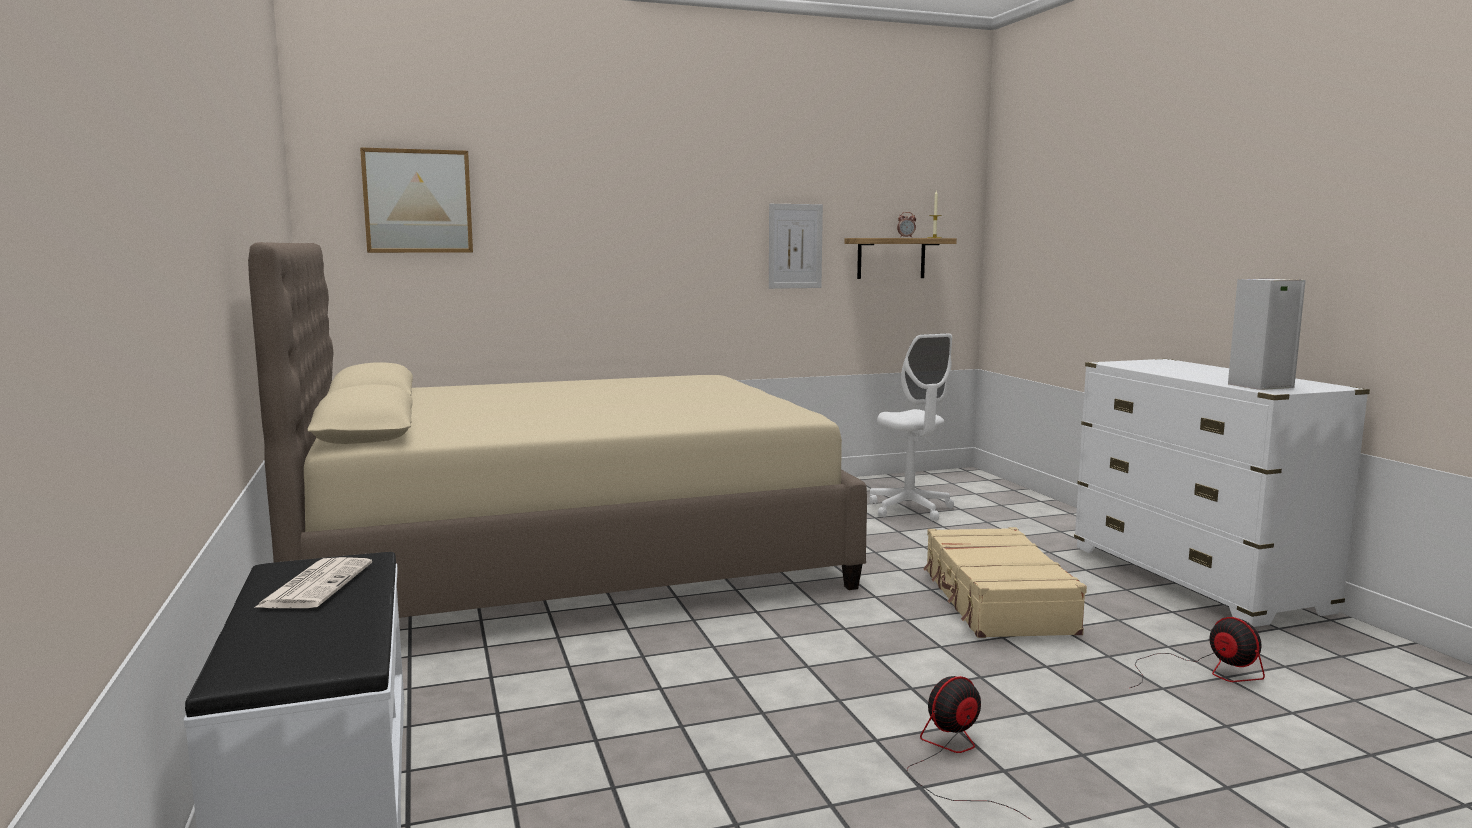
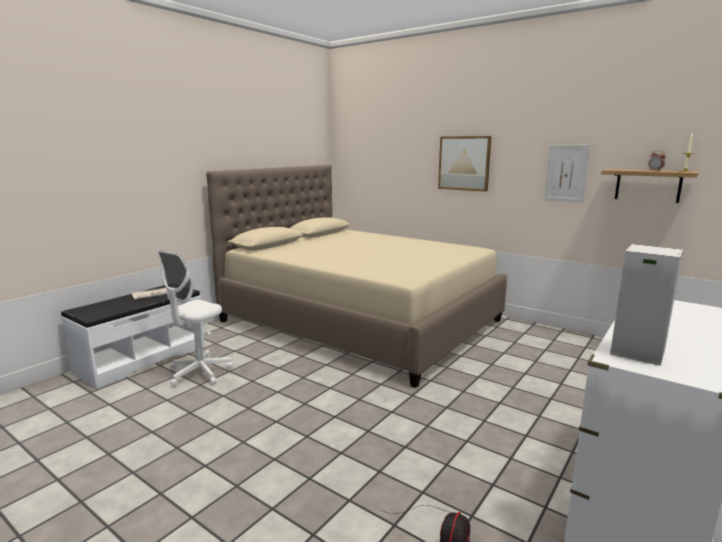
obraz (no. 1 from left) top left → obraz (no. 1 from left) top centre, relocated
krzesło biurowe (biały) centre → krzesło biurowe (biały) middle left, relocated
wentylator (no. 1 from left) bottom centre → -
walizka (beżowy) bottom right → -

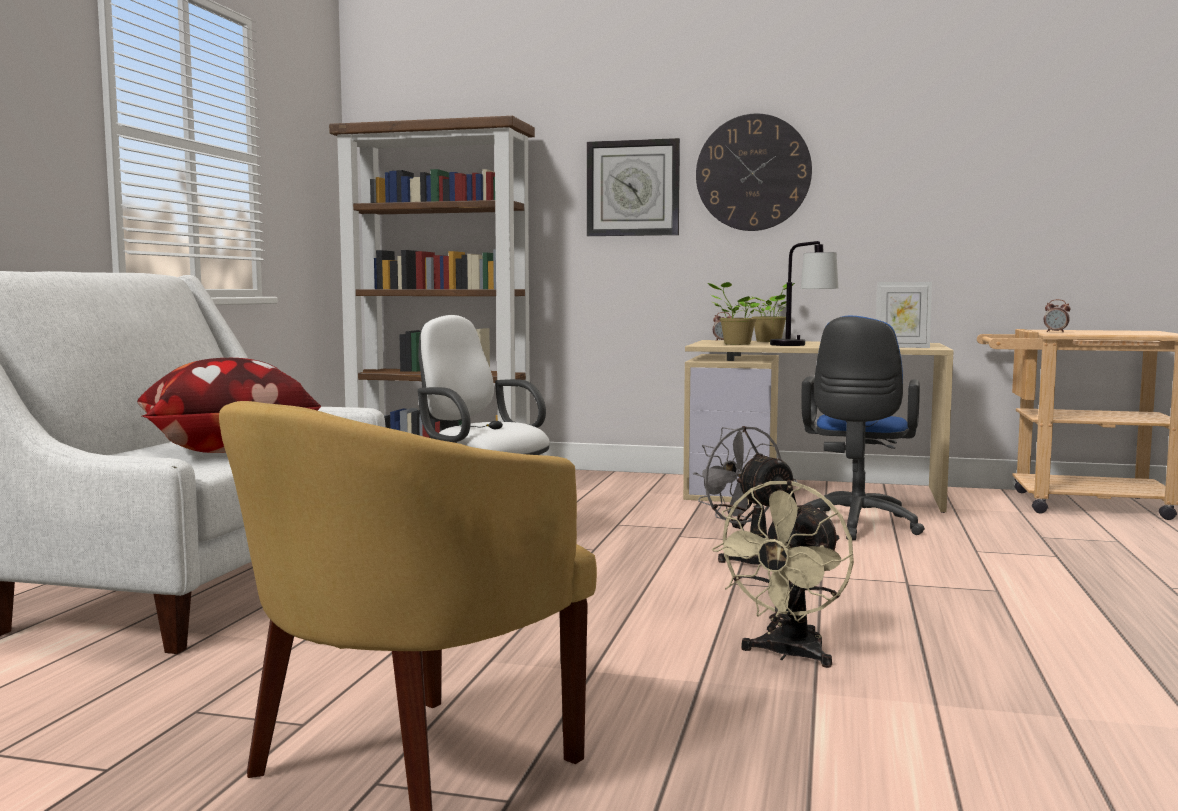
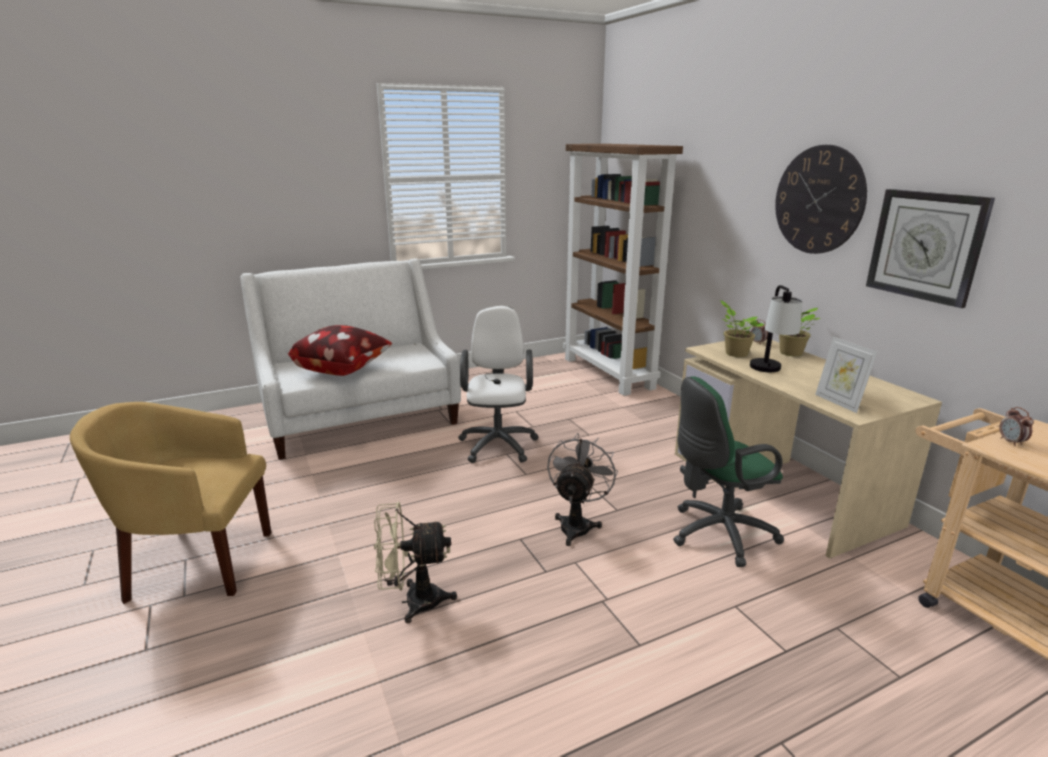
zegar ścienny (no. 1 from left in the first image) top centre → zegar ścienny (no. 2 from left) top right, relocated
krzesło biurowe (niebieski) middle right → krzesło biurowe (zielony) middle right

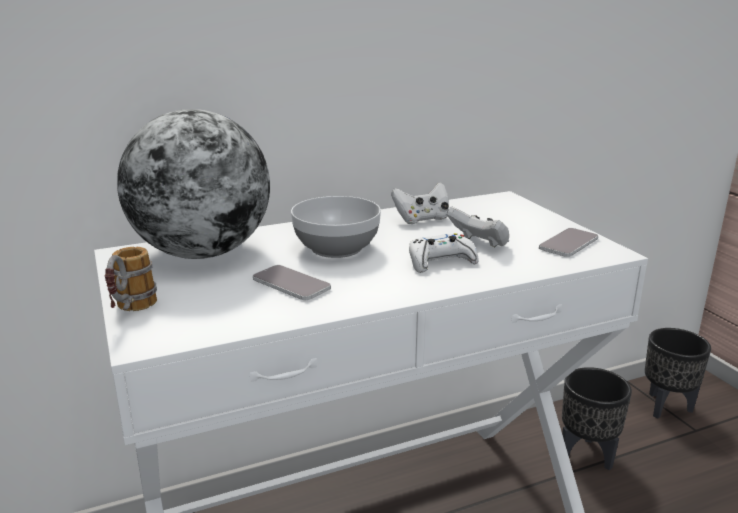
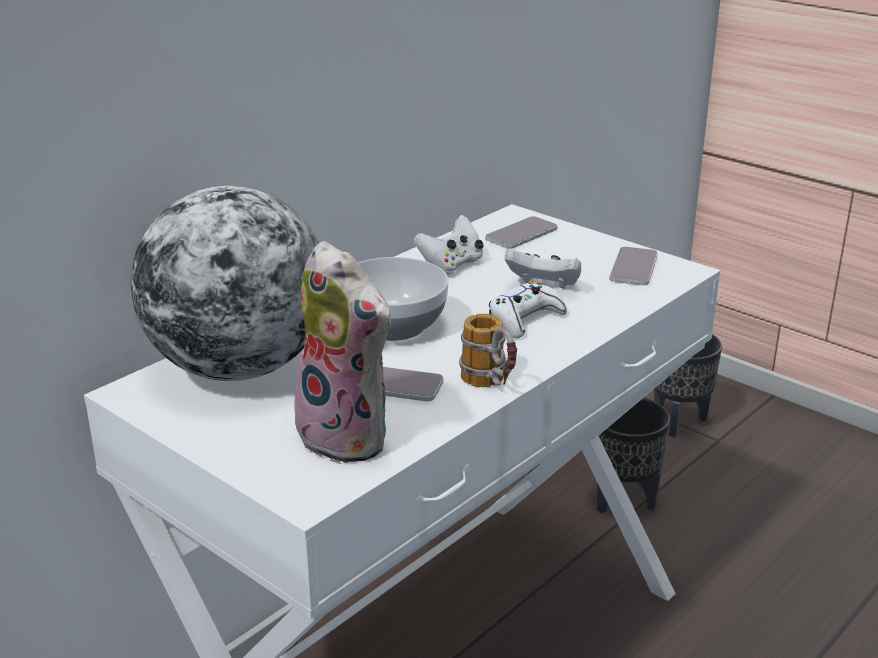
kubek middle left → kubek centre, relocated
- → pluszak centre
- → telefon (no. 2 from left) centre

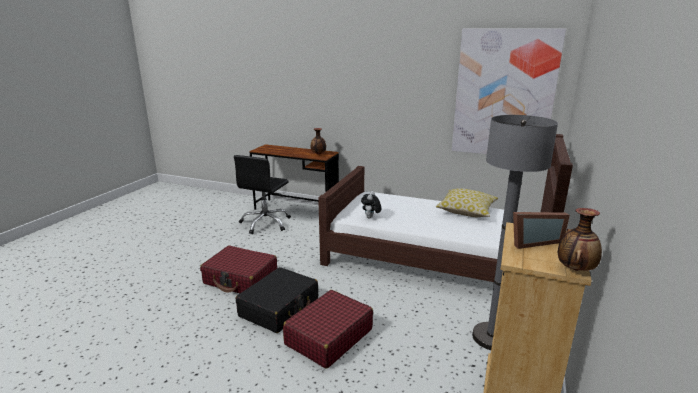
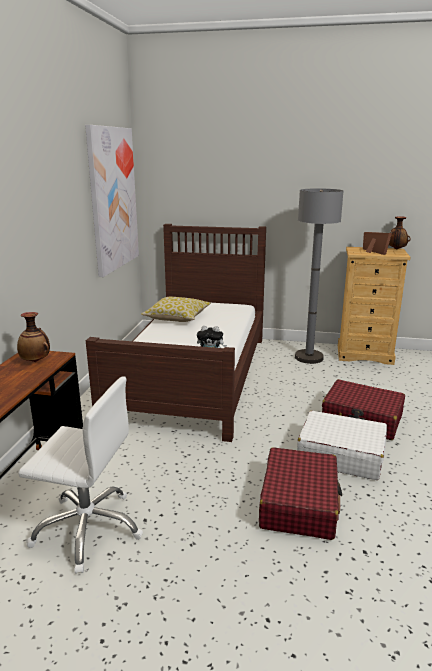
krzesło biurowe (czarny) centre → krzesło biurowe (biały) bottom left
walizka (czarny) bottom centre → walizka (biały) middle right

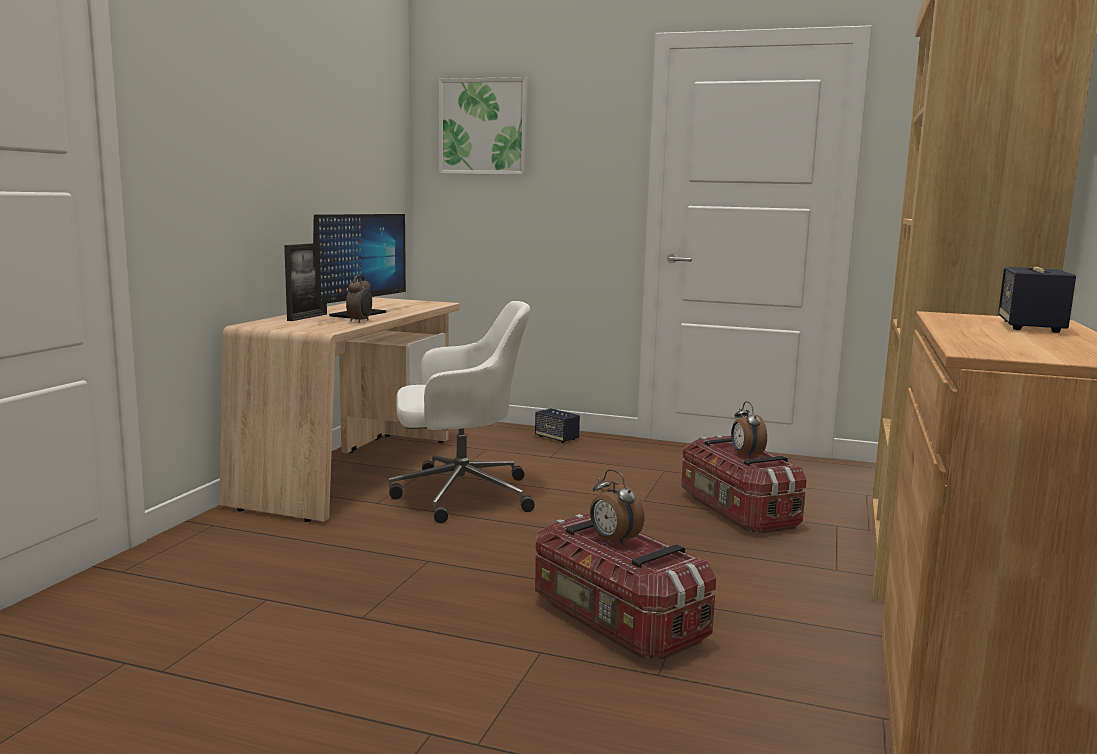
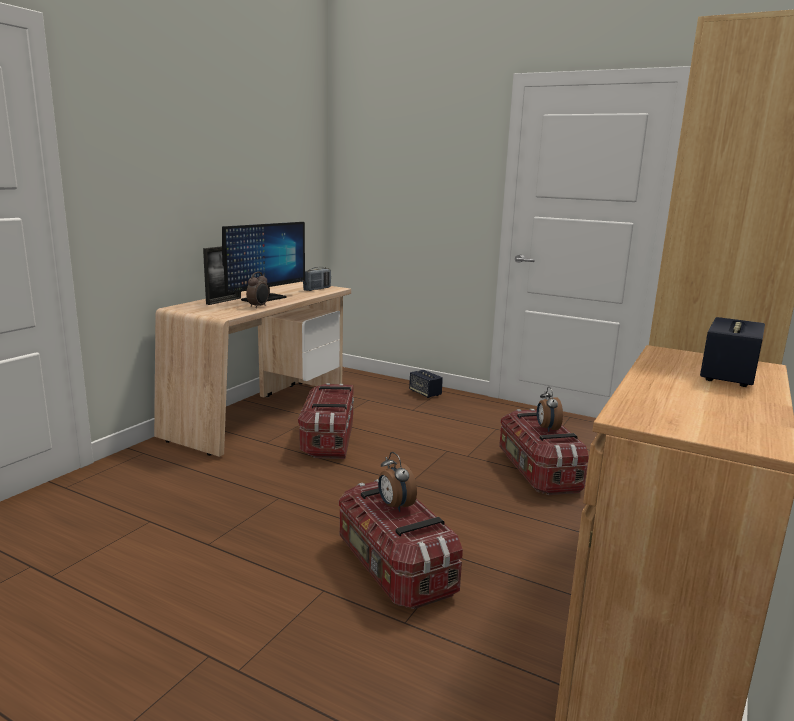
krzesło biurowe (biały) centre → pojemnik do przechowywania (no. 1 from left) centre
obraz top centre → -
- → radio centre

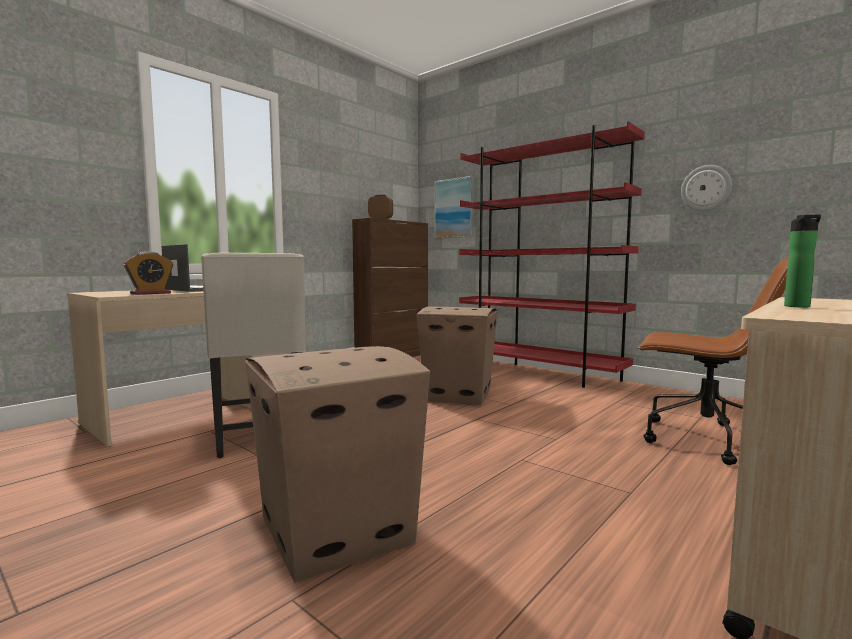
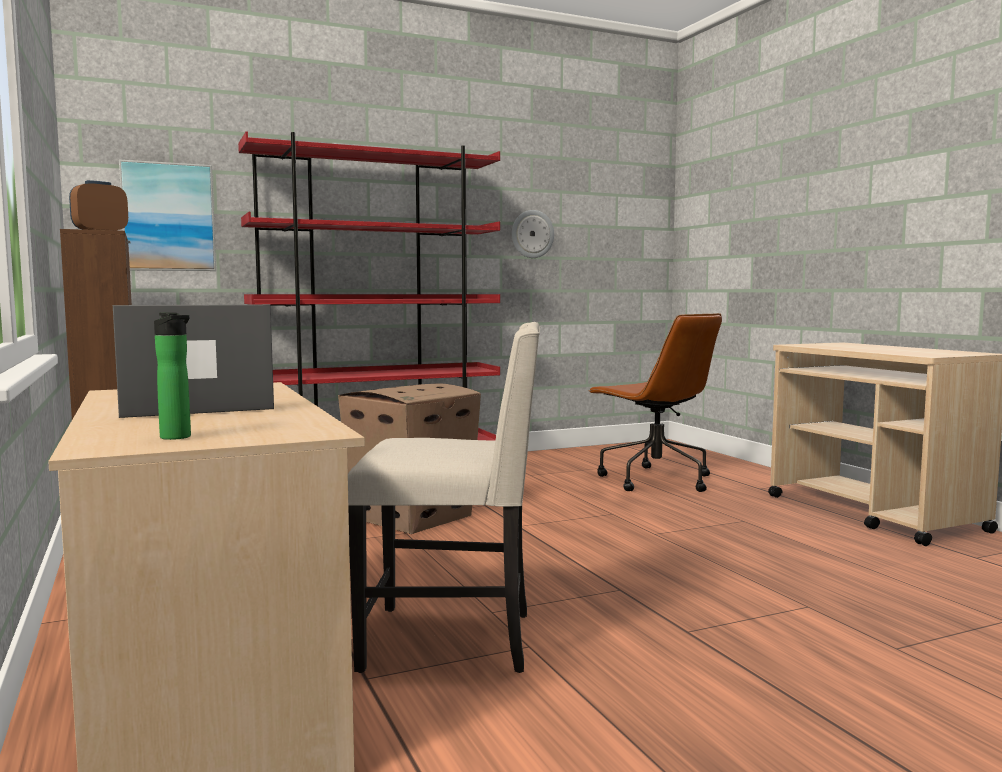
budzik (no. 1 from left) middle left → -
karton (no. 1 from left) bottom centre → -
krzesło biurowe (brązowy) middle right → krzesło biurowe (brązowy) centre, 90 degrees clockwise
butelka middle right → butelka middle left, relocated

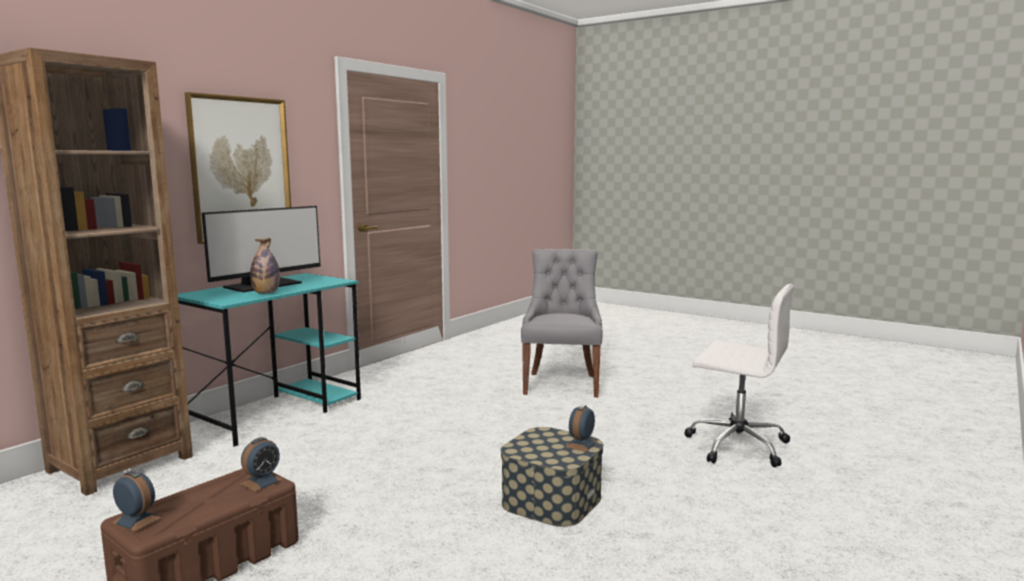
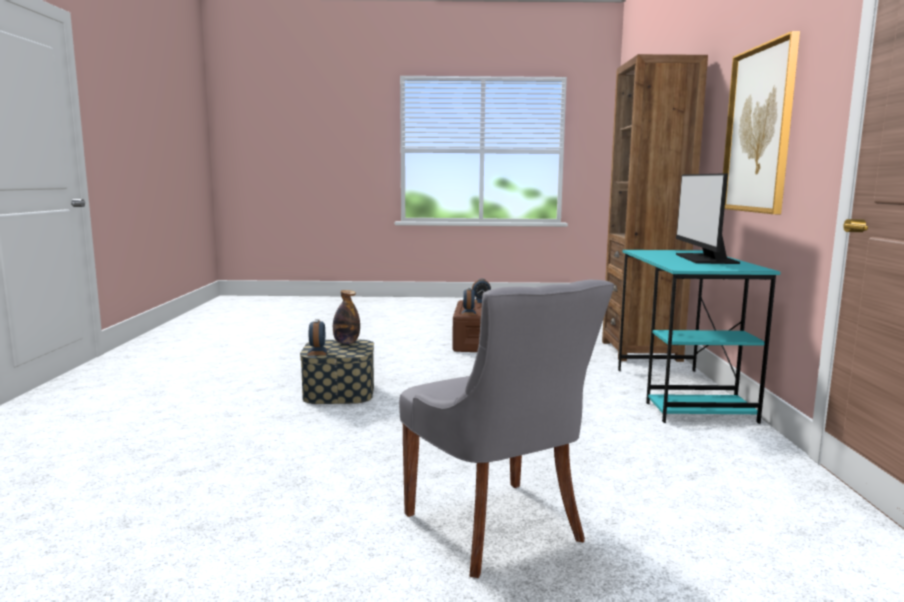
butelka middle left → butelka centre, relocated
krzesło biurowe (biały) middle right → -

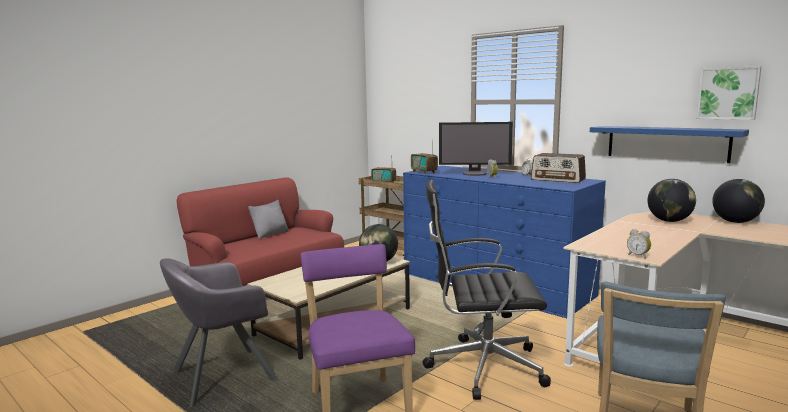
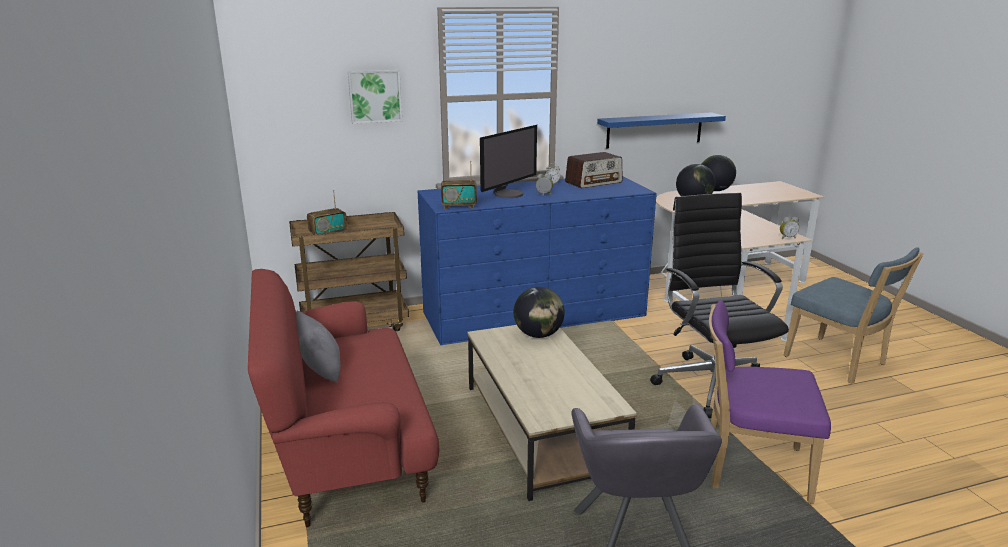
krzesło biurowe (czarny) bottom centre → krzesło biurowe (czarny) middle right, 135 degrees clockwise
obraz top right → obraz top centre, relocated

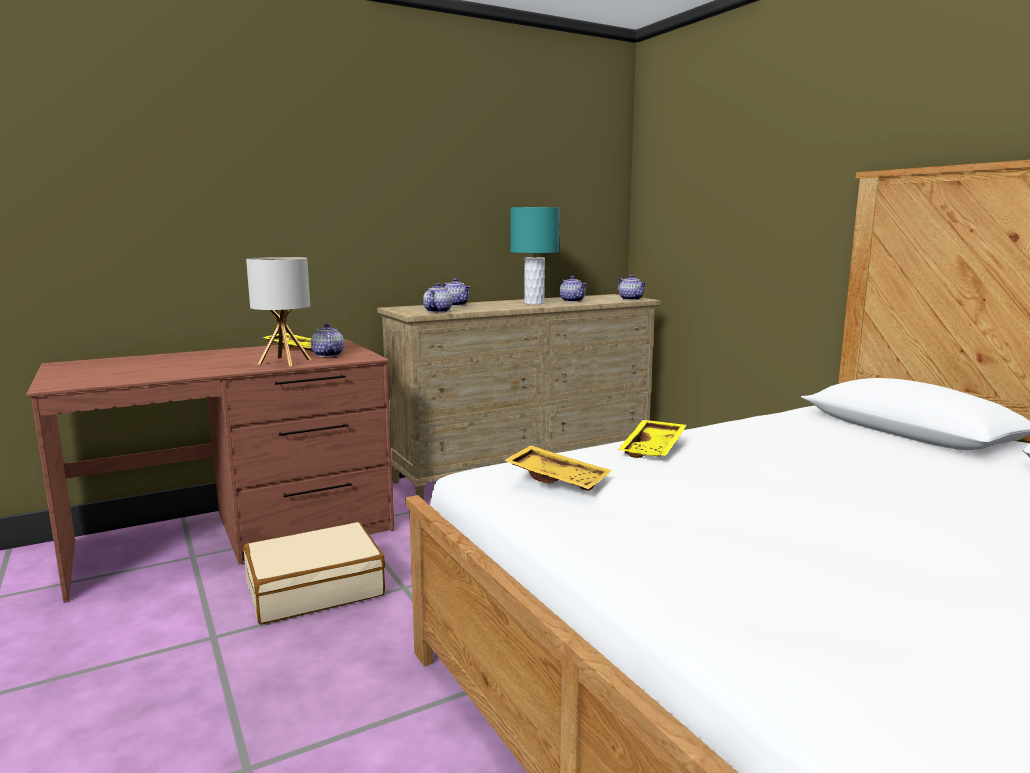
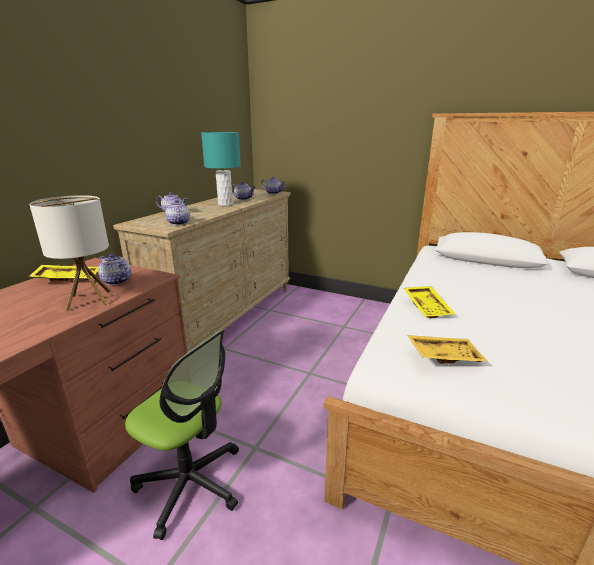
walizka (beżowy) bottom left → krzesło biurowe bottom left

